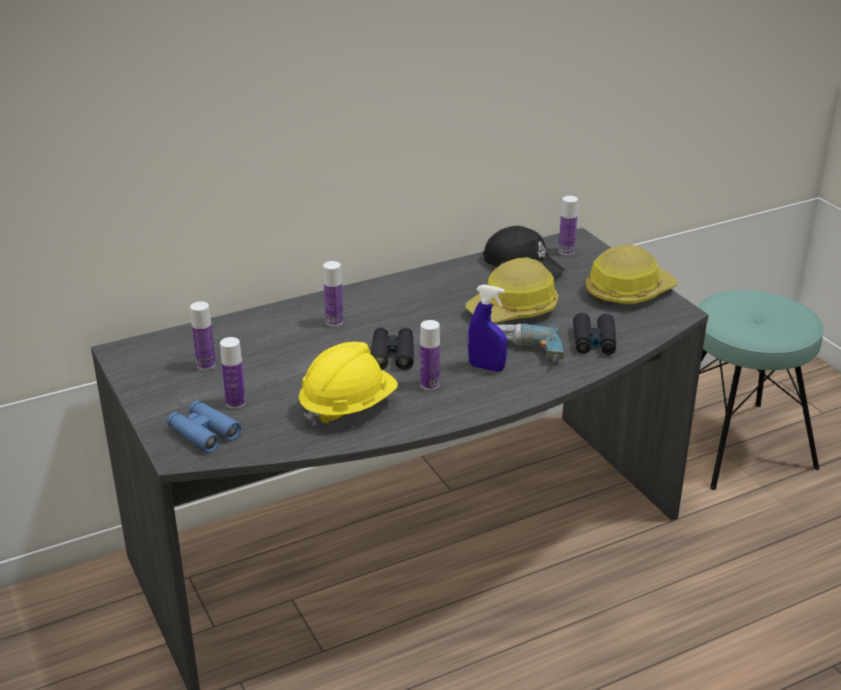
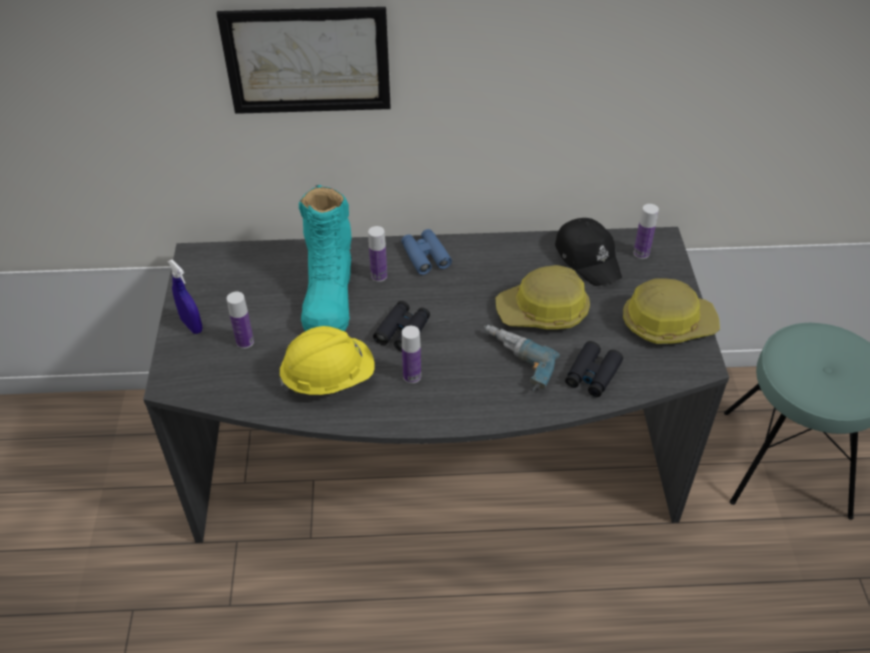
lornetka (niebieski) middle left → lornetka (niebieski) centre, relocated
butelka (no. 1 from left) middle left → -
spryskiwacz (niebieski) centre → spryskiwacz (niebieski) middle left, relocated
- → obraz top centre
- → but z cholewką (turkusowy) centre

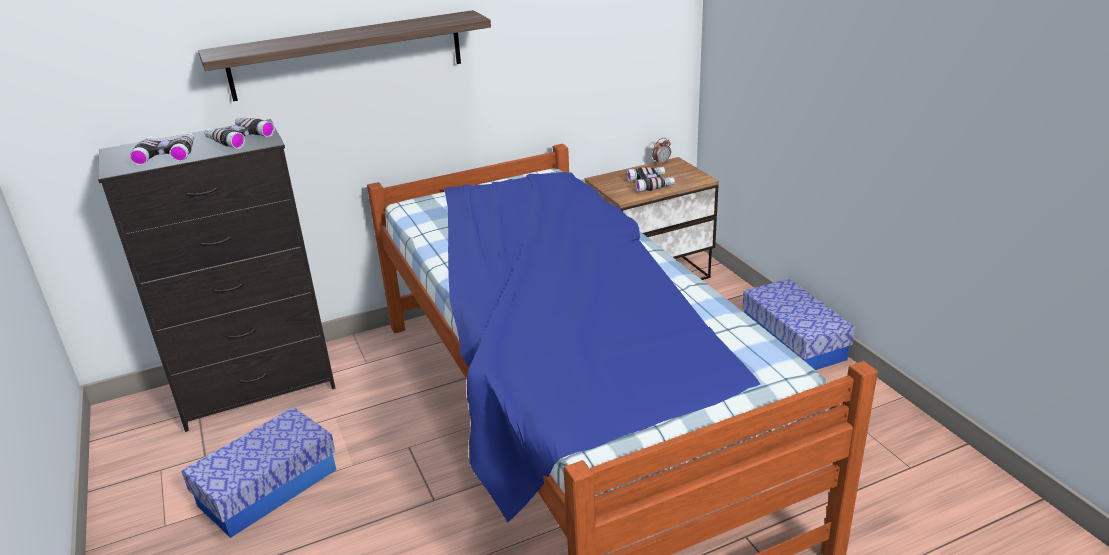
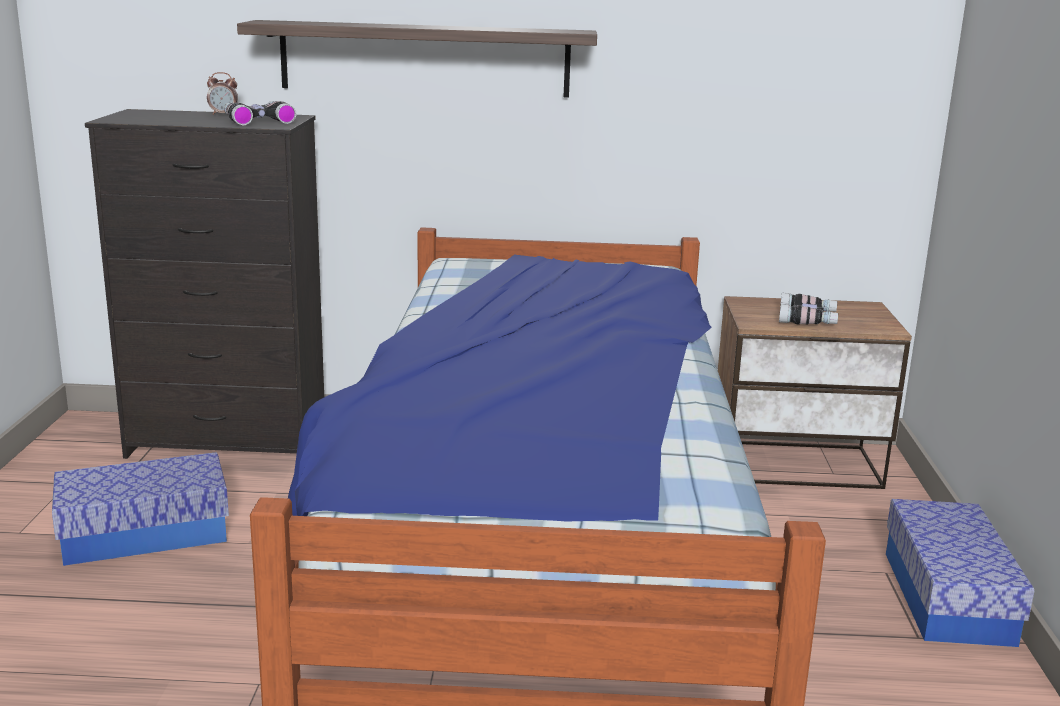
lornetka (no. 1 from left) top left → -
budzik top centre → budzik top left, relocated

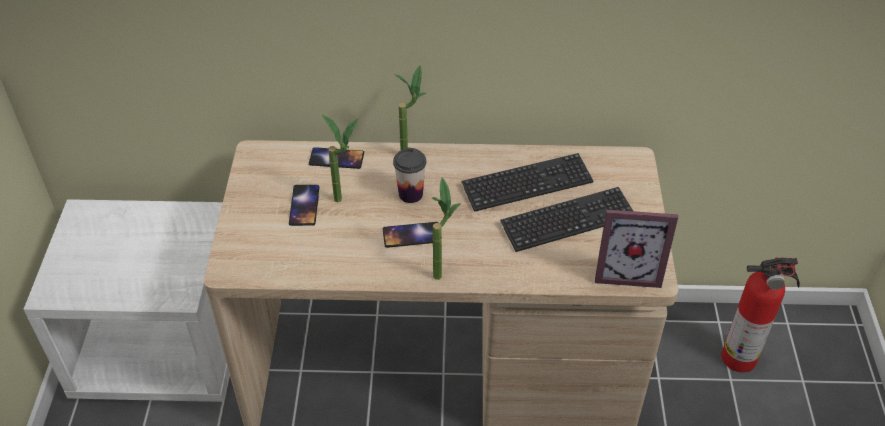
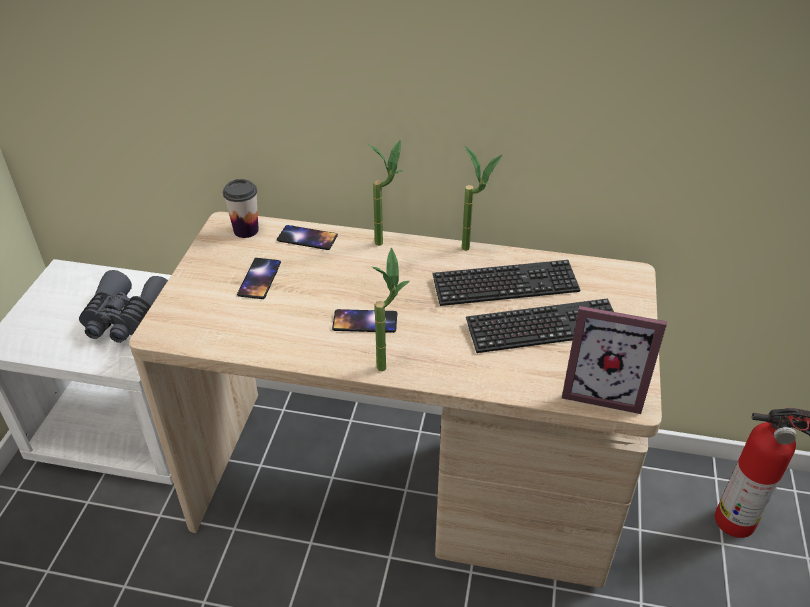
roślina doniczkowa (no. 1 from left in the first image) centre → roślina doniczkowa (no. 3 from left) top centre, relocated
filiżanka centre → filiżanka middle left, relocated
- → lornetka (szary) middle left

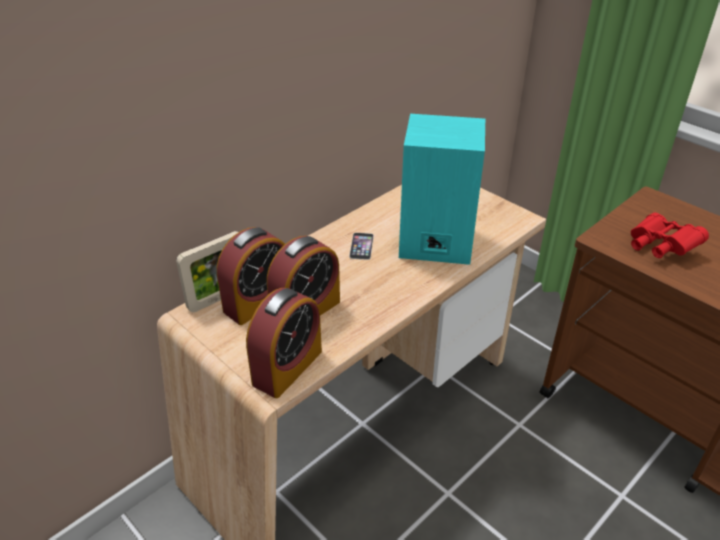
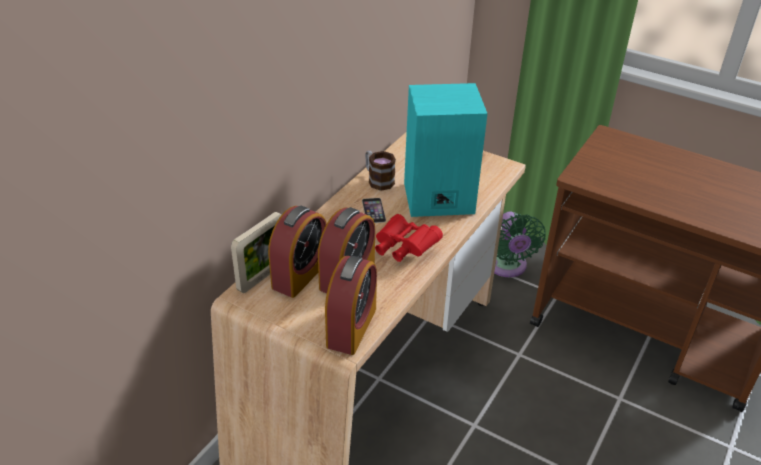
lornetka (czerwony) middle right → lornetka (czerwony) centre, relocated
- → kubek centre
- → wentylator (zielony) middle right

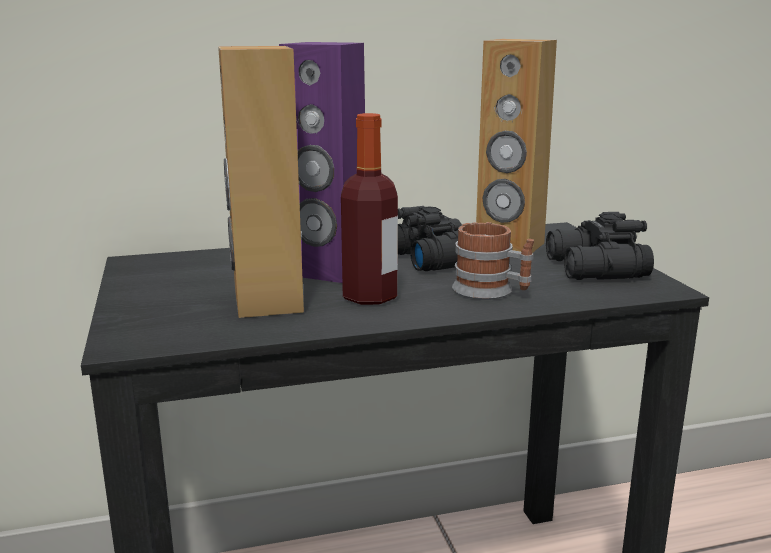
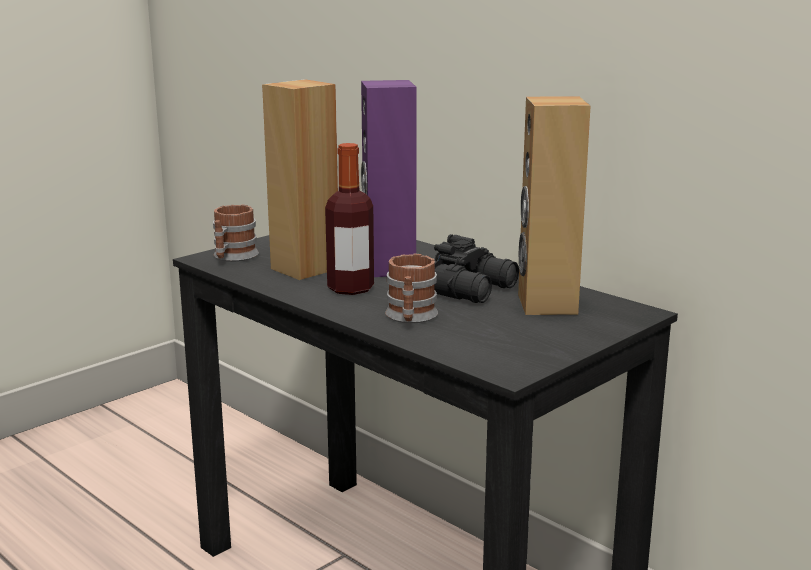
lornetka (czarny) (no. 2 from left) middle right → -
- → kubek (no. 1 from left) middle left

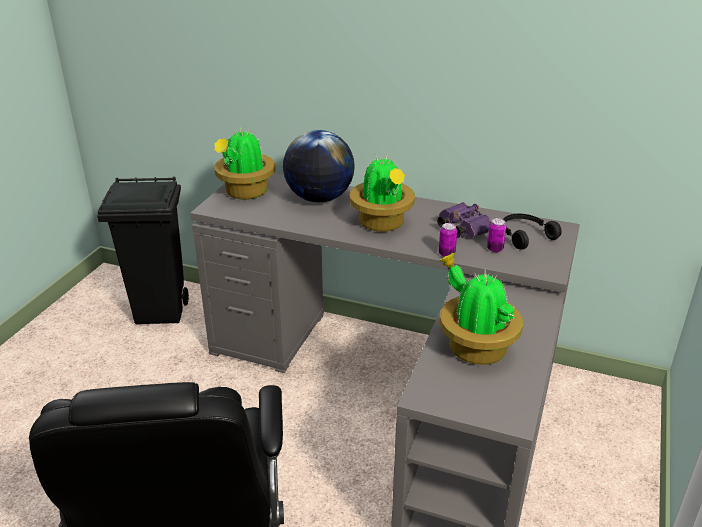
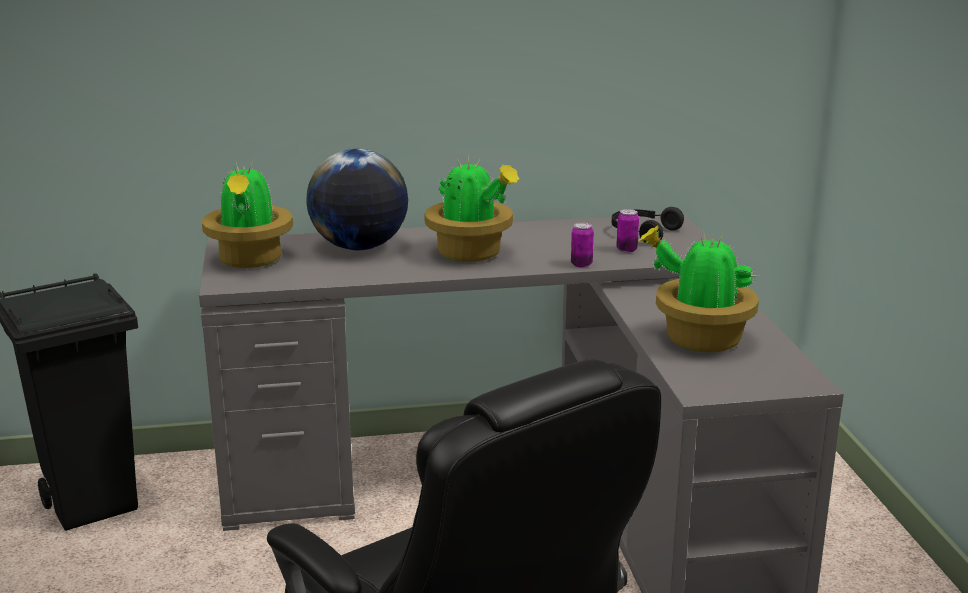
lornetka (fioletowy) centre → -

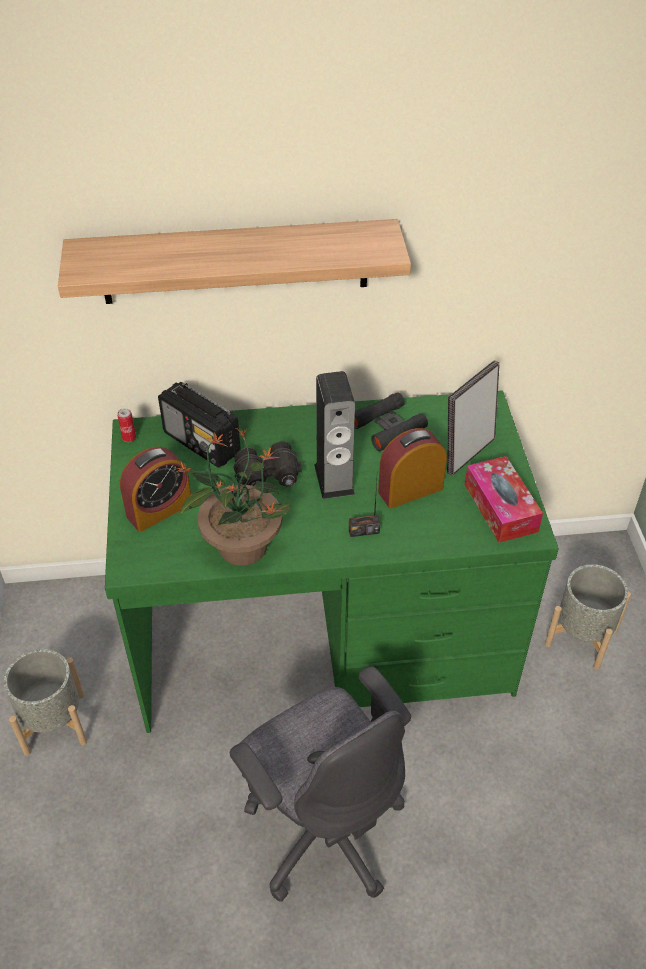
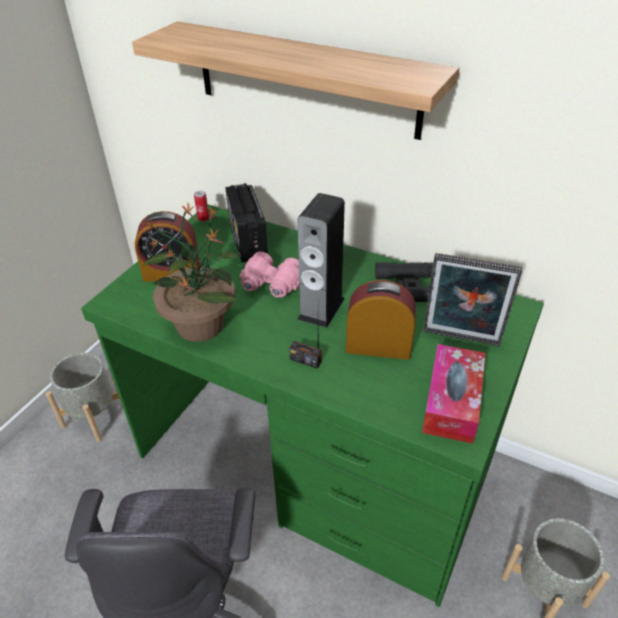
lornetka (czarny) (no. 1 from left) centre → lornetka (różowy) centre
ramka na zdjęcie middle right, 150 degrees counterclockwise

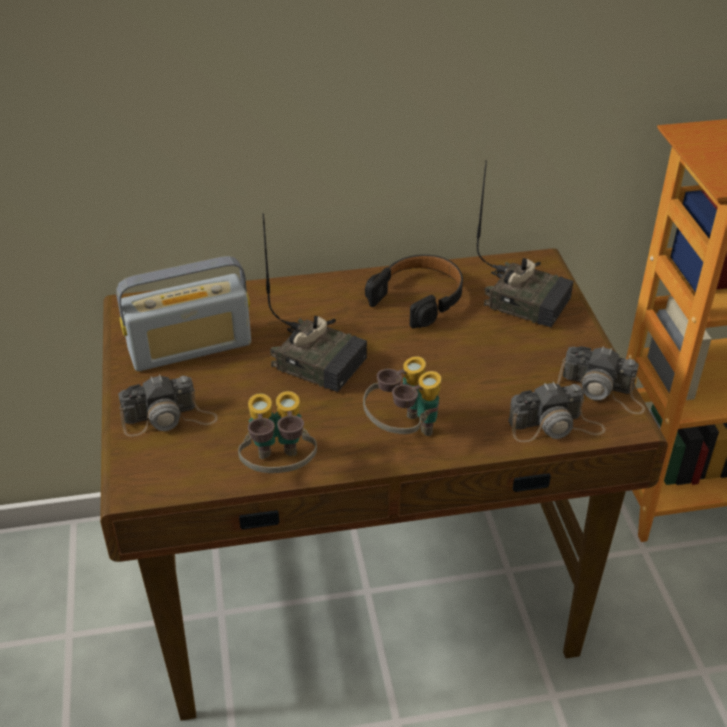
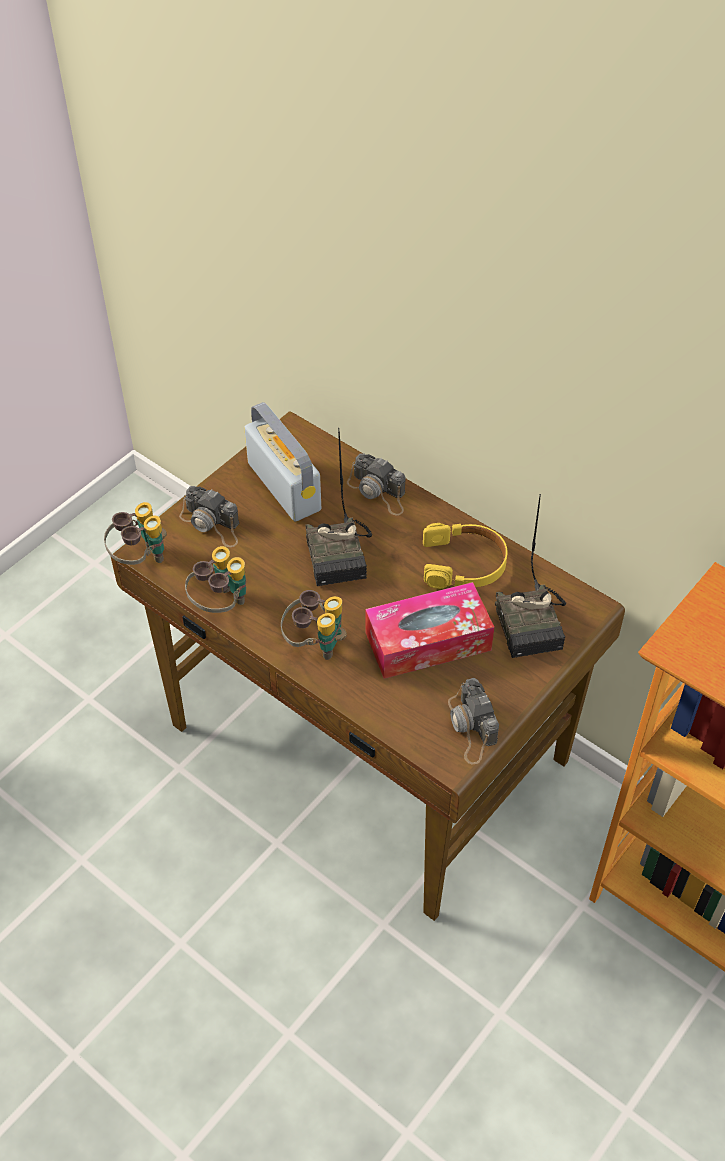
radio (no. 1 from left) middle left → radio (no. 1 from left) centre, 150 degrees counterclockwise
słuchawki (czarny) centre → słuchawki (żółty) centre
aparat fotograficzny (no. 2 from left) middle right → aparat fotograficzny (no. 2 from left) centre, relocated
- → lornetka (no. 1 from left) middle left
- → pudełko chusteczek centre

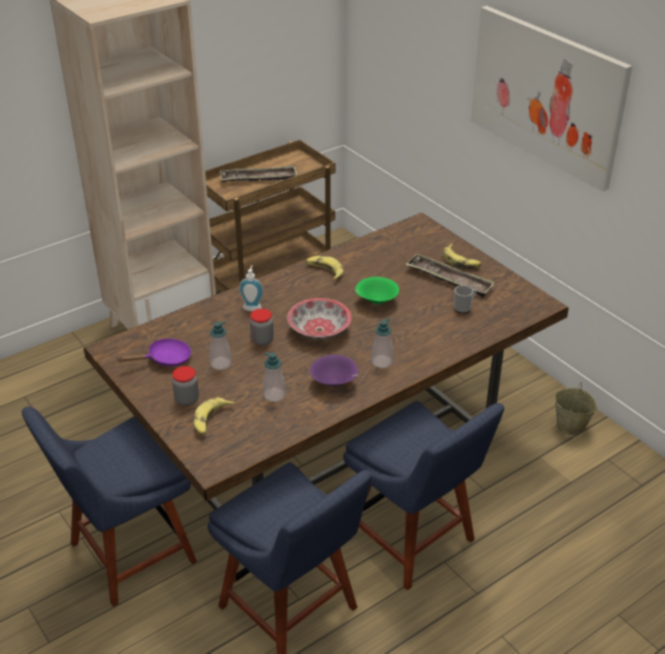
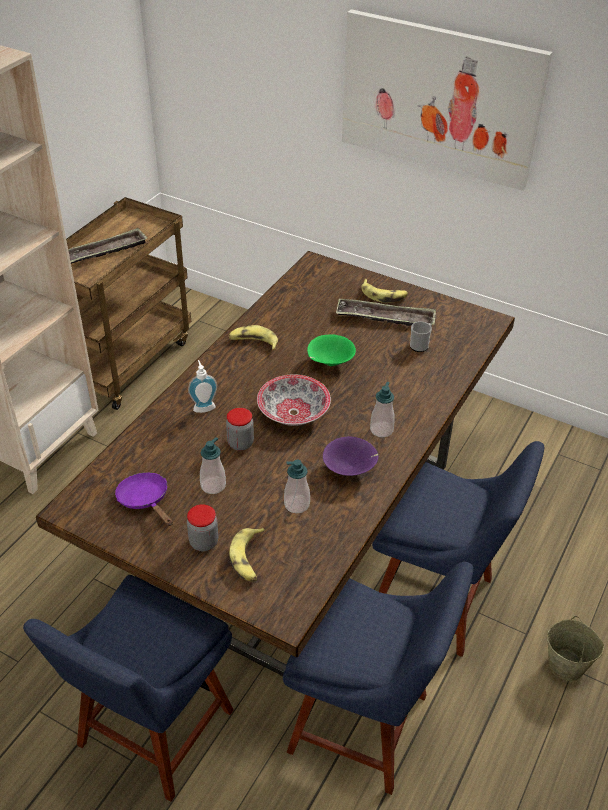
patelnia (fioletowy) middle left, 75 degrees counterclockwise
wiadro (beżowy) middle right → wiadro (beżowy) bottom right, relocated

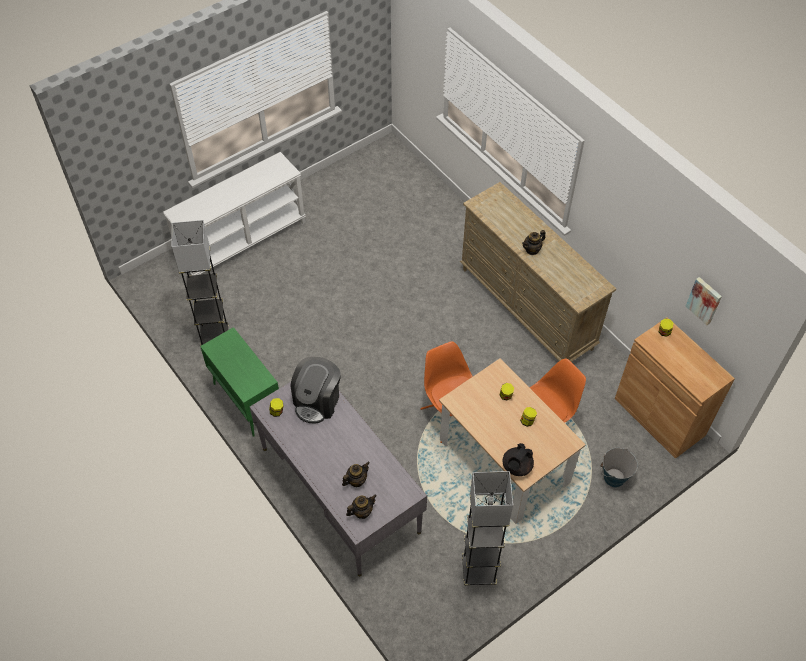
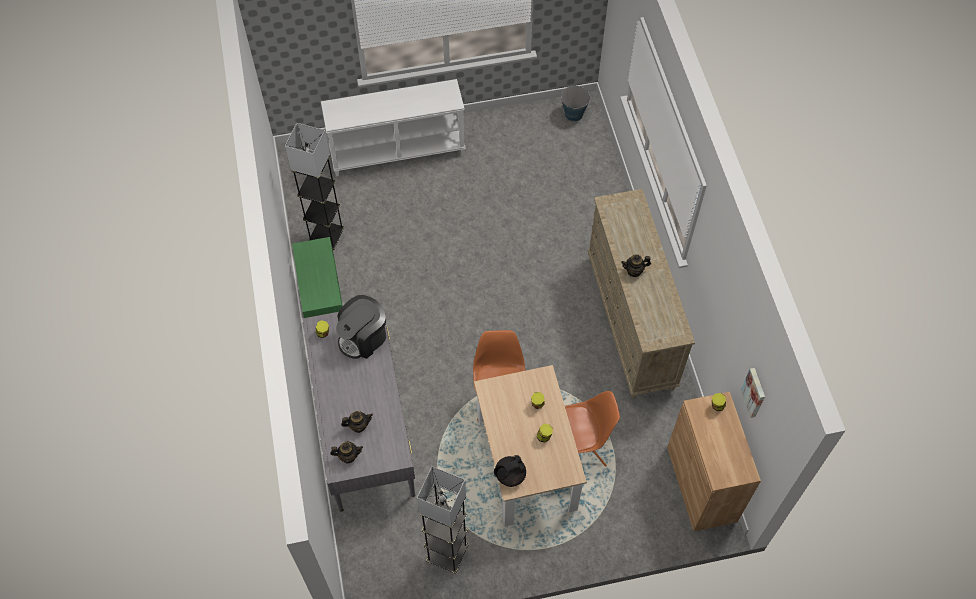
wiadro bottom right → wiadro top centre, relocated

